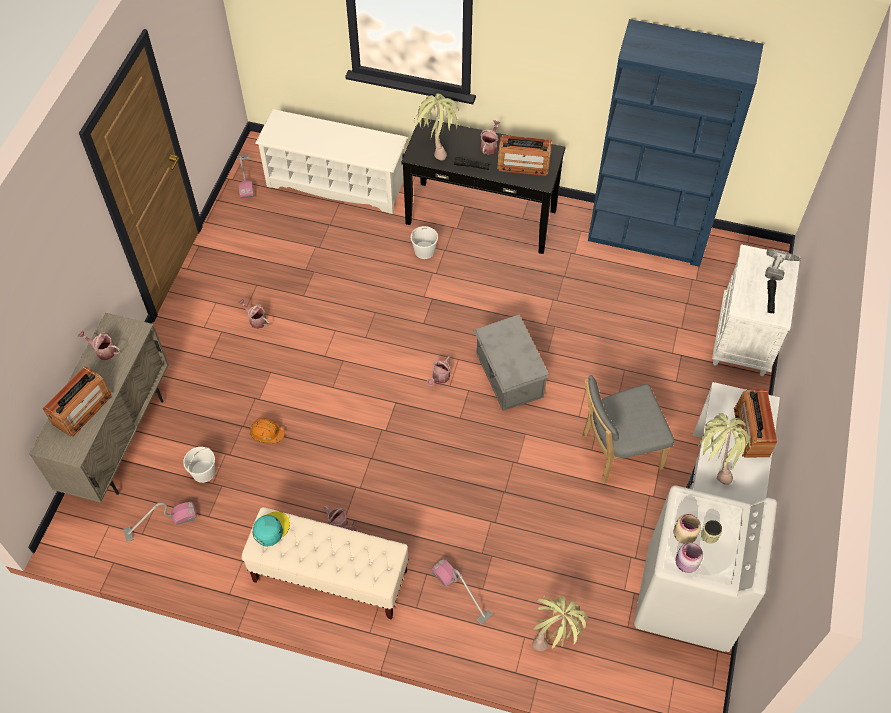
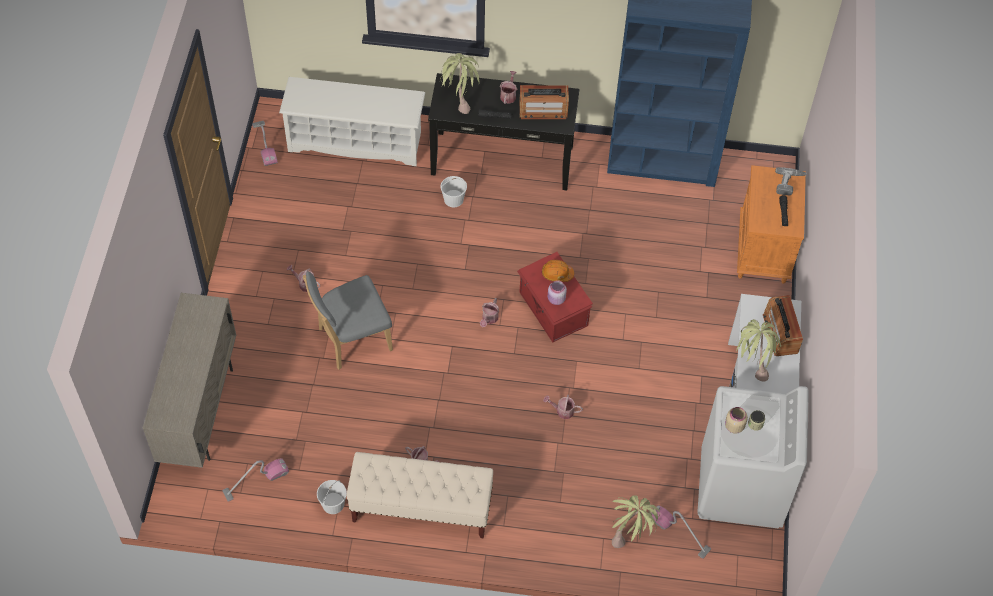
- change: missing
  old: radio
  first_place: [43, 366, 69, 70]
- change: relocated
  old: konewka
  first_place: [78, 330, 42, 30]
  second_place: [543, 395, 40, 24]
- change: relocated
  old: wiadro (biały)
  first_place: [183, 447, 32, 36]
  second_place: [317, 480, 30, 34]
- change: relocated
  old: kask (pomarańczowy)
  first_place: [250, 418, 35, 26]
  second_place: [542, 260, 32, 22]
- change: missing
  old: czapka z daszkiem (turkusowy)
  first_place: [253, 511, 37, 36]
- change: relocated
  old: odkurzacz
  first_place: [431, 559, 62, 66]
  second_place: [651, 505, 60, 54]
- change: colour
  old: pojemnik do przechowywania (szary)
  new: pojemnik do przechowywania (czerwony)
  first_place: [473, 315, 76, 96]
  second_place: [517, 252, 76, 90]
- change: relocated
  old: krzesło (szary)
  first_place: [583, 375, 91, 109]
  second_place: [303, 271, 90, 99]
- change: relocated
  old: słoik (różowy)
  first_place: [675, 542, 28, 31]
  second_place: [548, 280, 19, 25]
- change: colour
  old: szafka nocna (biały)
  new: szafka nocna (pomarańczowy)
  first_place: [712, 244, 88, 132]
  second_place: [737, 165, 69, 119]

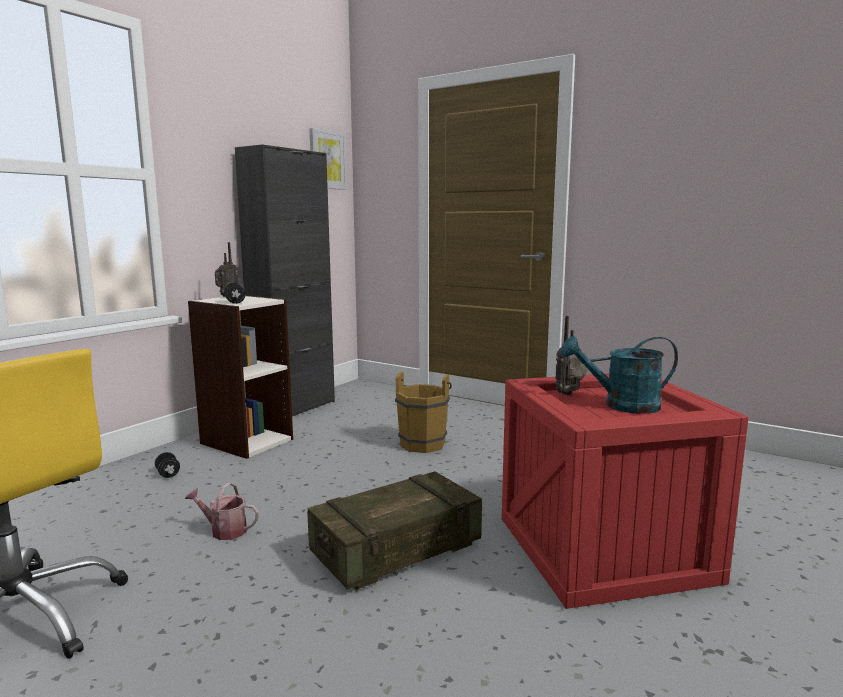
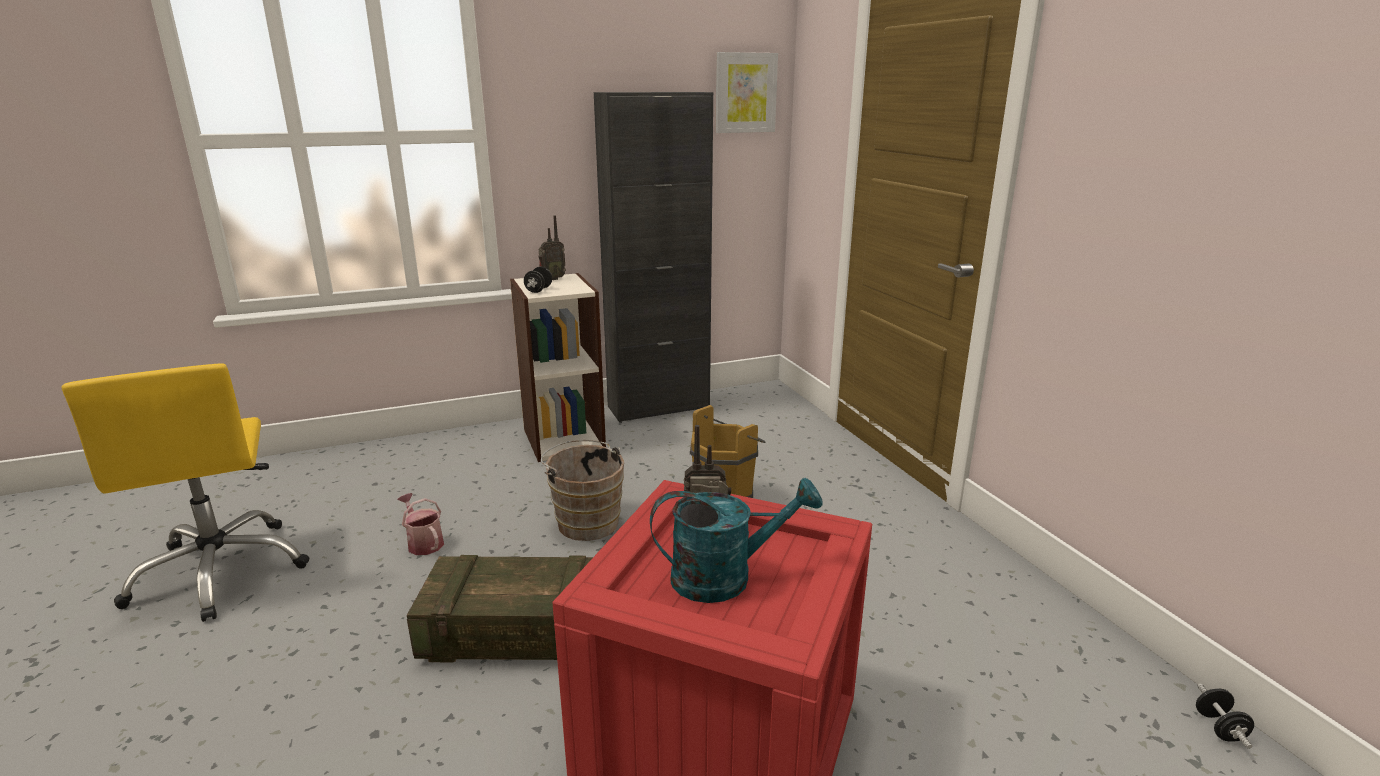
- change: relocated
  old: hantel (czarny)
  first_place: [155, 452, 25, 26]
  second_place: [1196, 684, 58, 65]
- change: spun
  old: konewka (turkusowy)
  first_place: [561, 336, 117, 78]
  second_place: [650, 478, 173, 125]
  degrees: 135
- change: appeared
  new: wiadro (brązowy)
  second_place: [541, 440, 83, 101]

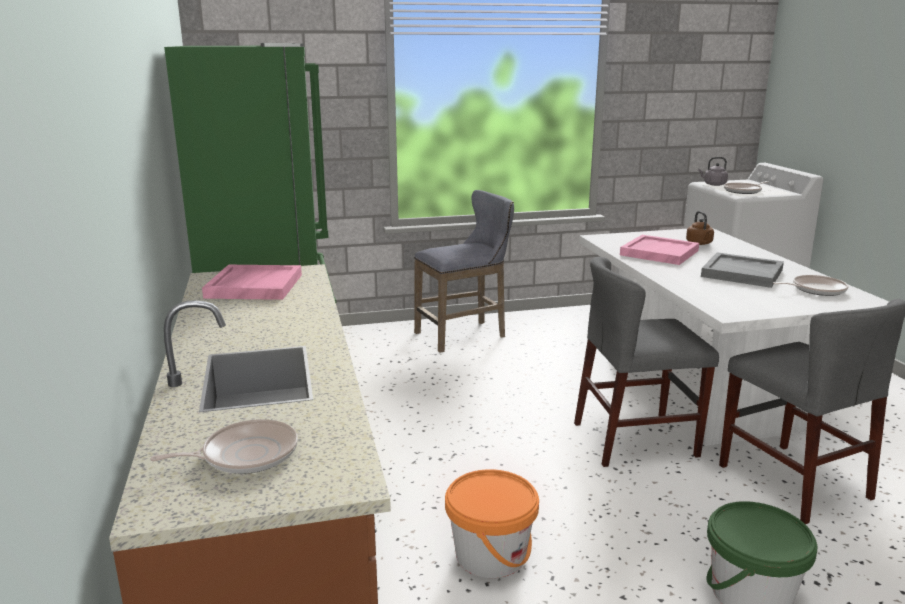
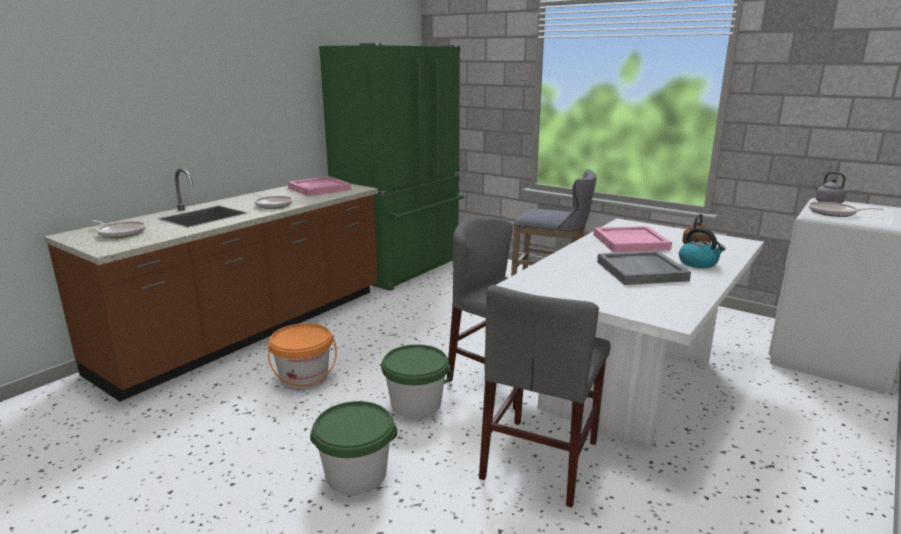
- change: relocated
  old: patelnia
  first_place: [773, 275, 75, 21]
  second_place: [253, 193, 40, 16]
- change: appeared
  new: wiadro (zielony)
  second_place: [381, 344, 71, 74]
- change: appeared
  new: czajnik
  second_place: [679, 228, 47, 40]

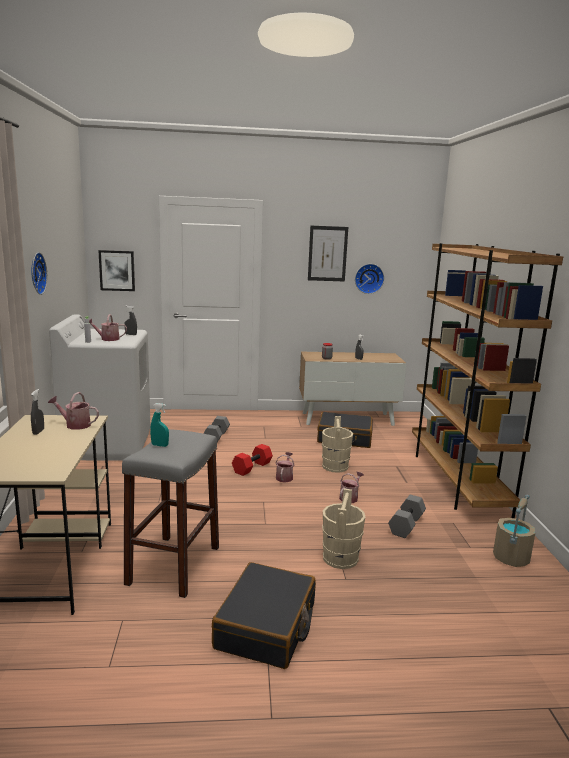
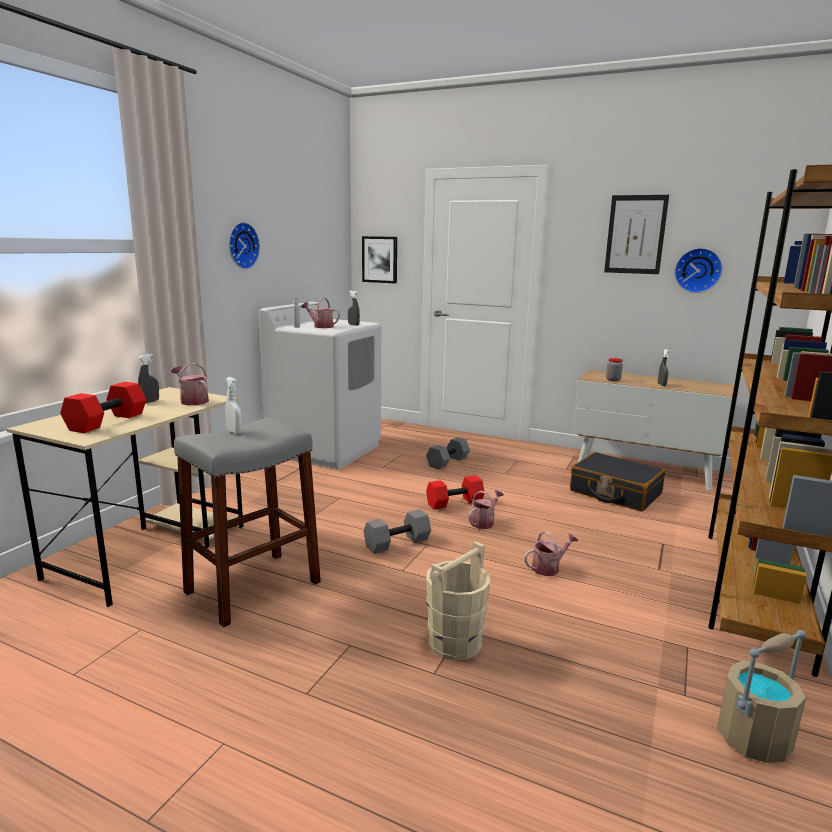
- change: colour
  old: spryskiwacz (turkusowy)
  new: spryskiwacz (biały)
  first_place: [150, 403, 19, 44]
  second_place: [225, 377, 17, 57]
- change: missing
  old: walizka (czarny)
  first_place: [212, 562, 104, 107]
- change: missing
  old: wiadro (beżowy)
  first_place: [322, 416, 31, 57]
- change: relocated
  old: hantel (szary)
  first_place: [388, 495, 38, 43]
  second_place: [364, 509, 67, 45]
- change: appeared
  new: hantel (czerwony)
  second_place: [60, 382, 86, 51]

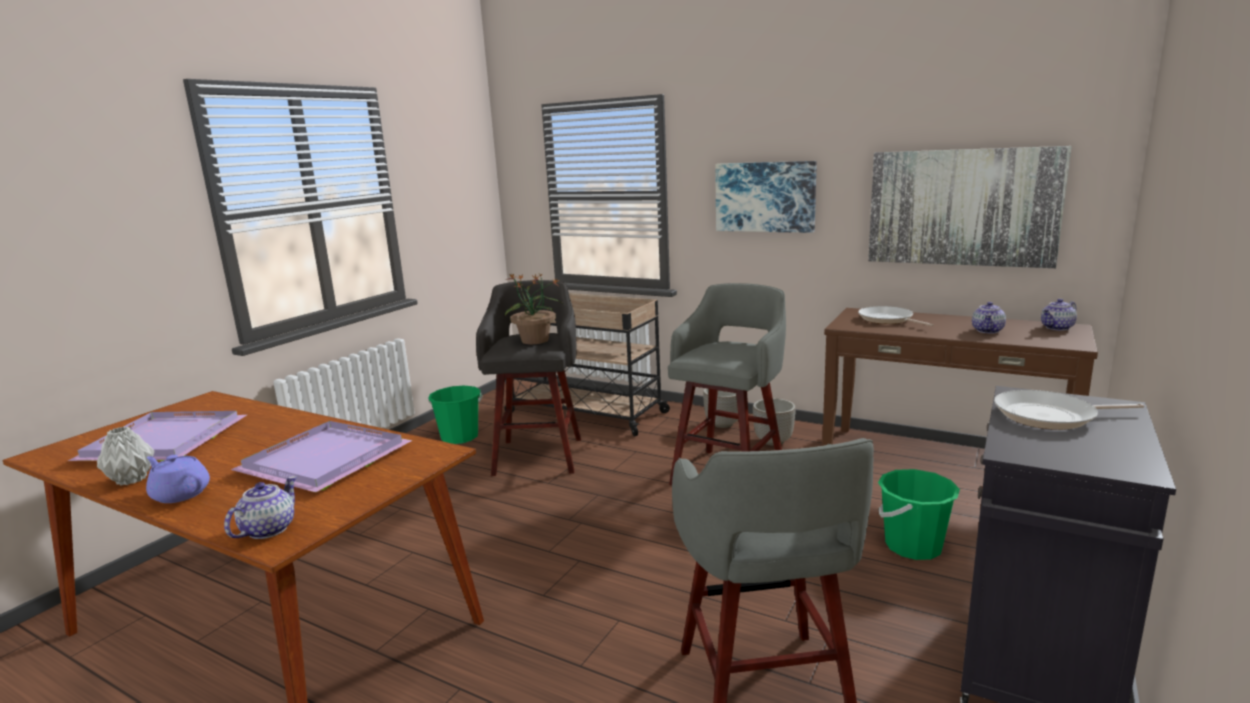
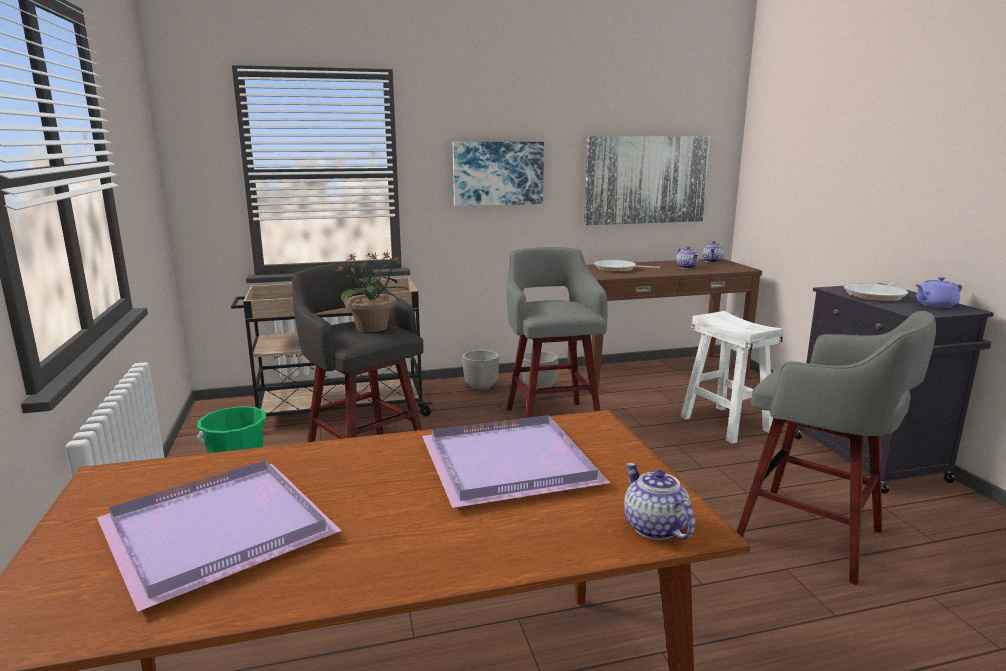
- change: missing
  old: wazon (szary)
  first_place: [97, 427, 58, 58]
- change: relocated
  old: imbryk (fioletowy)
  first_place: [146, 455, 64, 48]
  second_place: [916, 277, 46, 31]
- change: exchanged
  old: wiadro (zielony)
  new: stołek (biały)
  first_place: [878, 469, 82, 91]
  second_place: [680, 311, 104, 133]

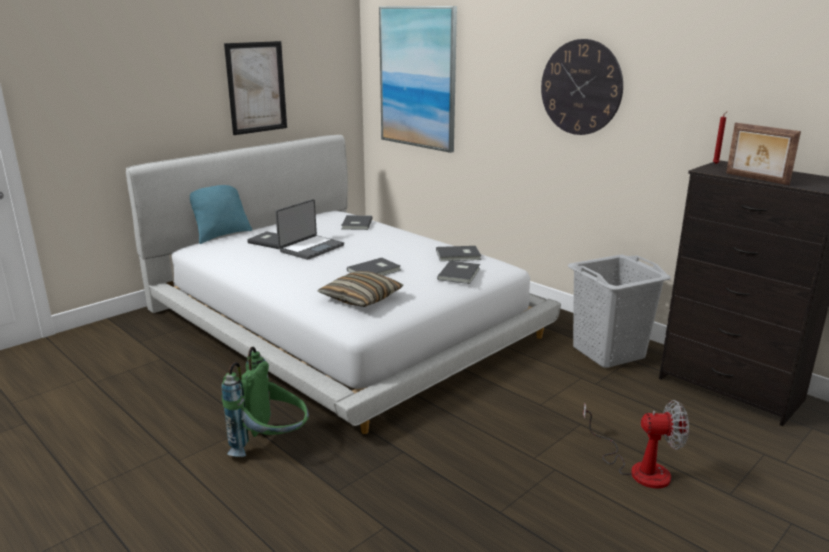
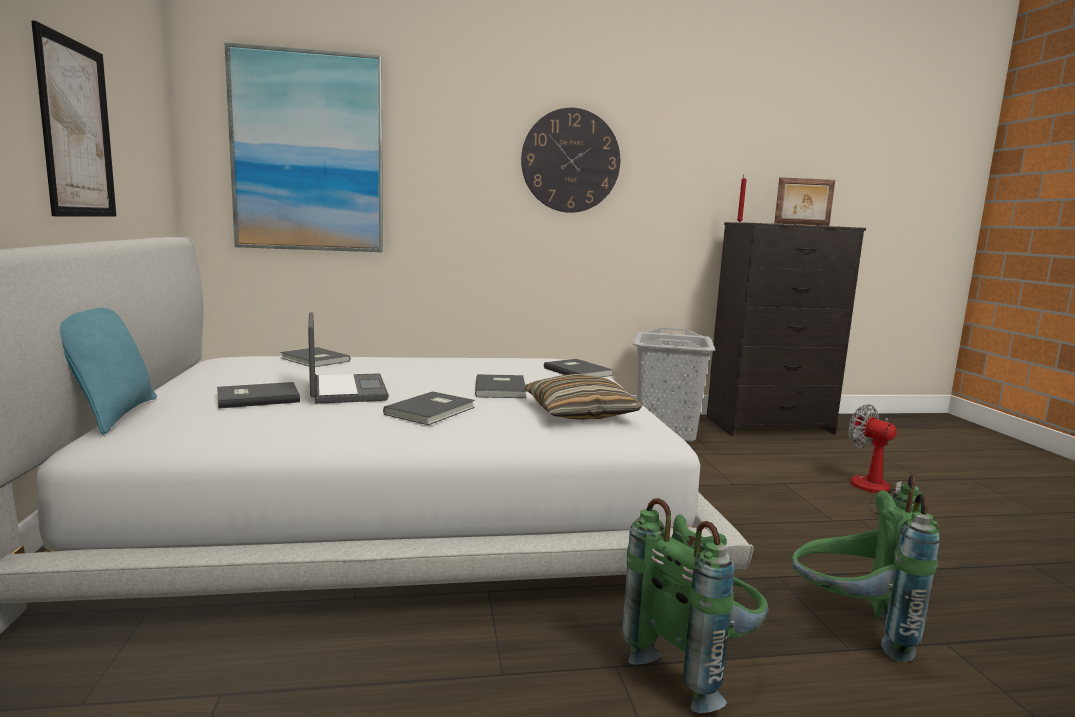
- change: relocated
  old: książka (szary)
  first_place: [436, 246, 45, 15]
  second_place: [383, 391, 92, 34]
- change: spun
  old: wentylator
  first_place: [583, 400, 106, 89]
  second_place: [849, 404, 53, 110]
  degrees: -75
- change: appeared
  new: plecak (zielony)
  second_place: [791, 475, 149, 187]

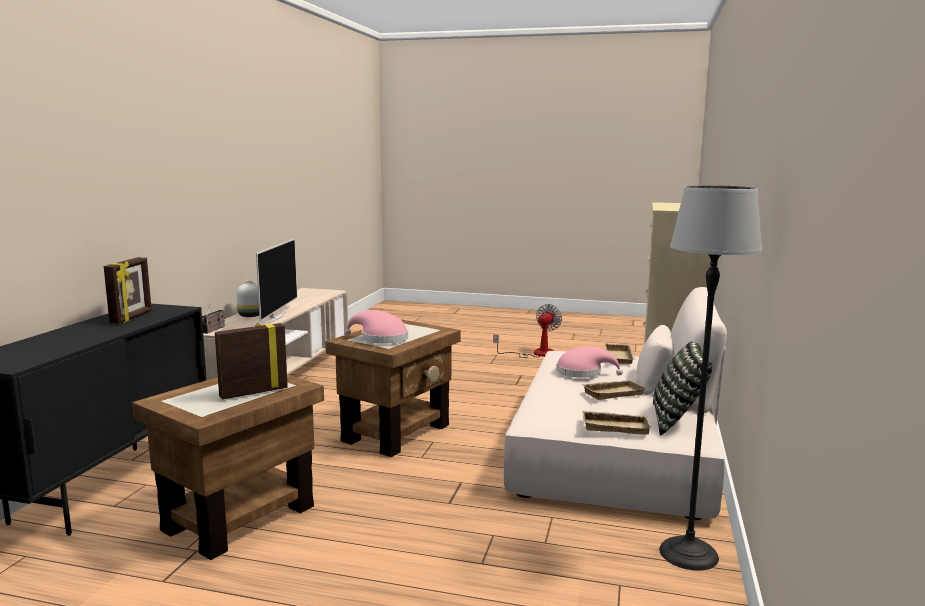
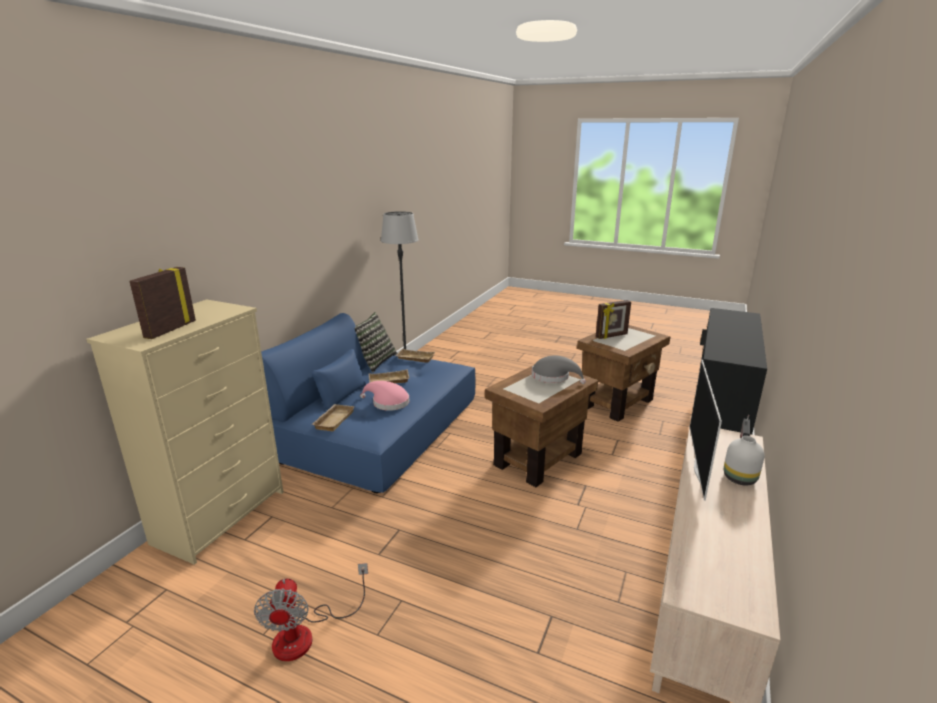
- change: relocated
  old: ramka na zdjęcie
  first_place: [104, 257, 48, 67]
  second_place: [129, 267, 67, 72]
- change: colour
  old: kapelusz (różowy)
  new: kapelusz (szary)
  first_place: [344, 310, 64, 34]
  second_place: [532, 355, 54, 29]
- change: spun
  old: wentylator
  first_place: [493, 304, 69, 54]
  second_place: [254, 563, 114, 98]
  degrees: -45
- change: colour
  old: kanapa (beżowy)
  new: kanapa (niebieski)
  first_place: [504, 287, 223, 233]
  second_place: [261, 313, 215, 180]

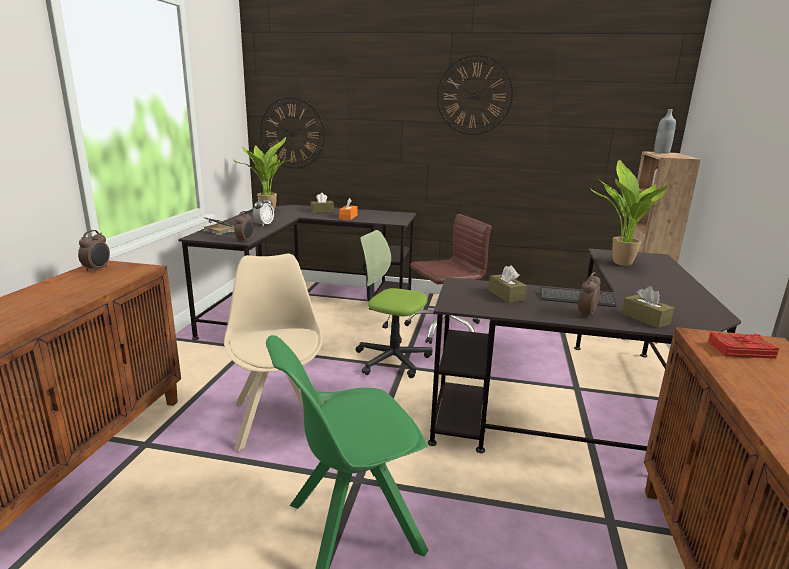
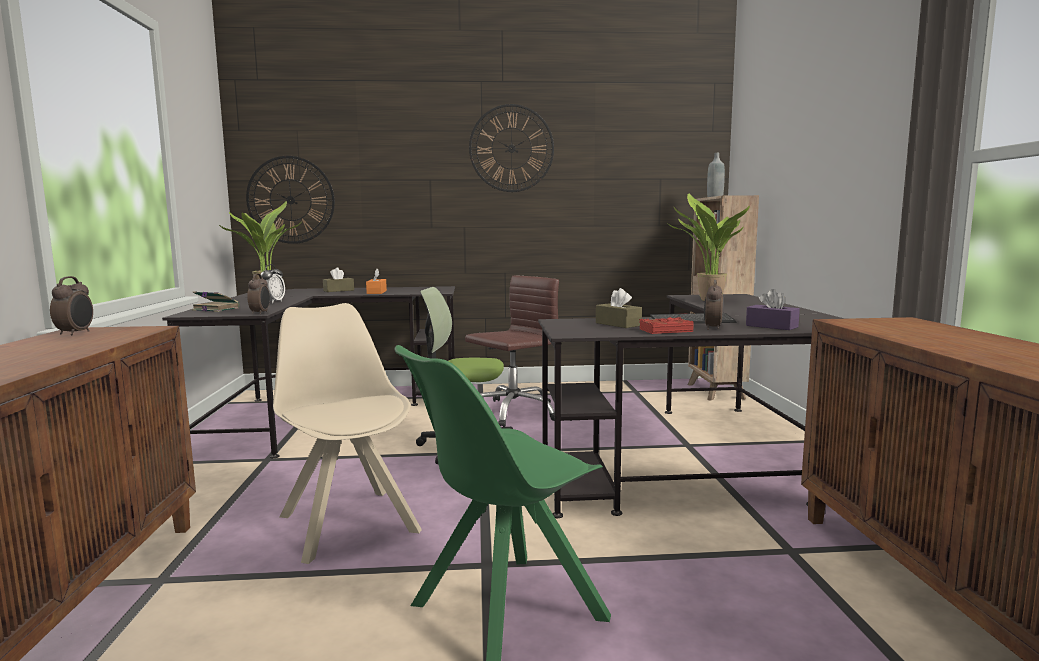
- change: colour
  old: pudełko chusteczek (brązowy)
  new: pudełko chusteczek (fioletowy)
  first_place: [621, 286, 53, 42]
  second_place: [746, 289, 54, 41]
- change: relocated
  old: książka (czerwony)
  first_place: [708, 332, 71, 27]
  second_place: [639, 317, 55, 17]

